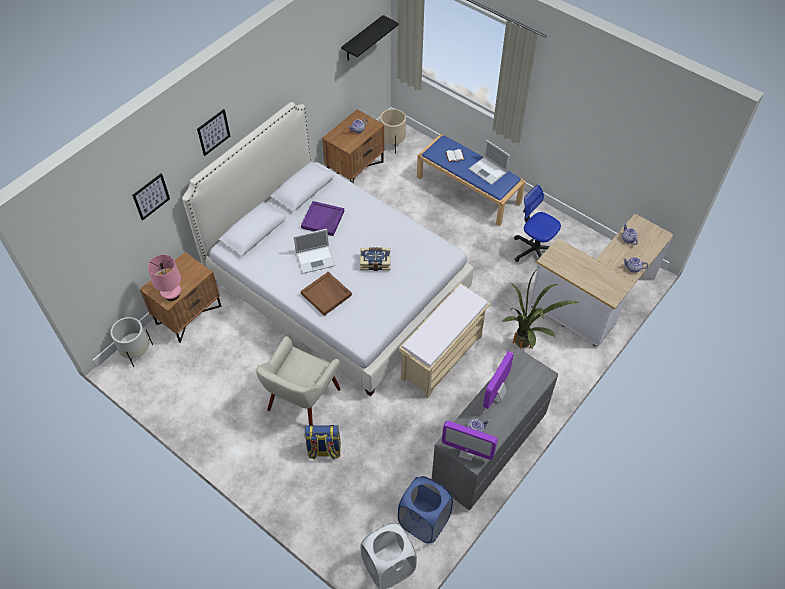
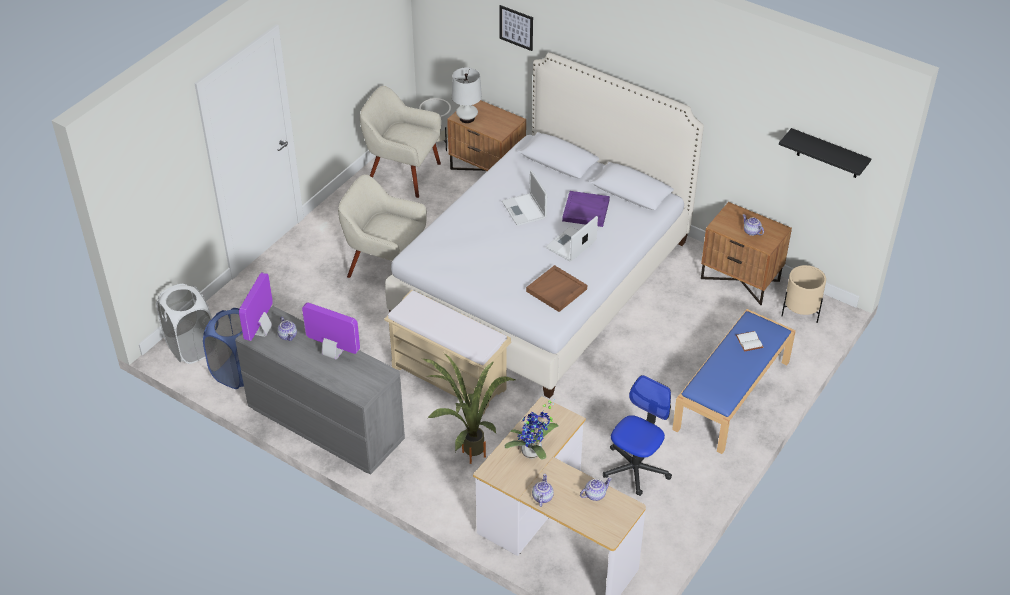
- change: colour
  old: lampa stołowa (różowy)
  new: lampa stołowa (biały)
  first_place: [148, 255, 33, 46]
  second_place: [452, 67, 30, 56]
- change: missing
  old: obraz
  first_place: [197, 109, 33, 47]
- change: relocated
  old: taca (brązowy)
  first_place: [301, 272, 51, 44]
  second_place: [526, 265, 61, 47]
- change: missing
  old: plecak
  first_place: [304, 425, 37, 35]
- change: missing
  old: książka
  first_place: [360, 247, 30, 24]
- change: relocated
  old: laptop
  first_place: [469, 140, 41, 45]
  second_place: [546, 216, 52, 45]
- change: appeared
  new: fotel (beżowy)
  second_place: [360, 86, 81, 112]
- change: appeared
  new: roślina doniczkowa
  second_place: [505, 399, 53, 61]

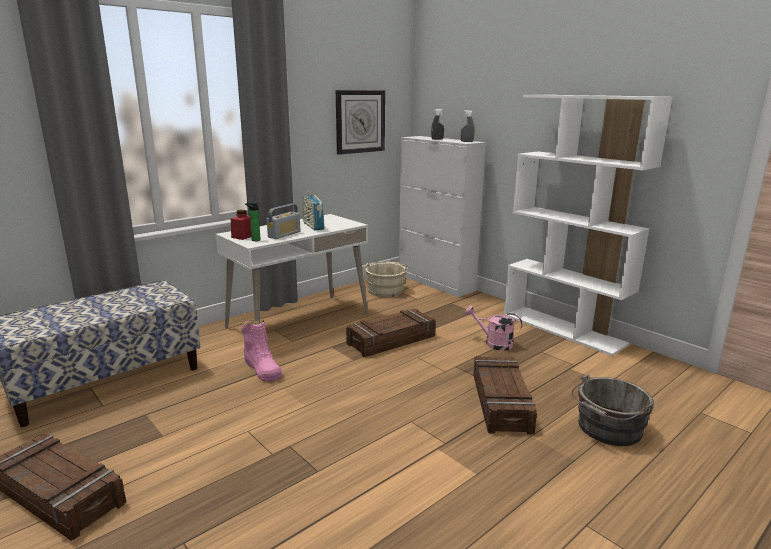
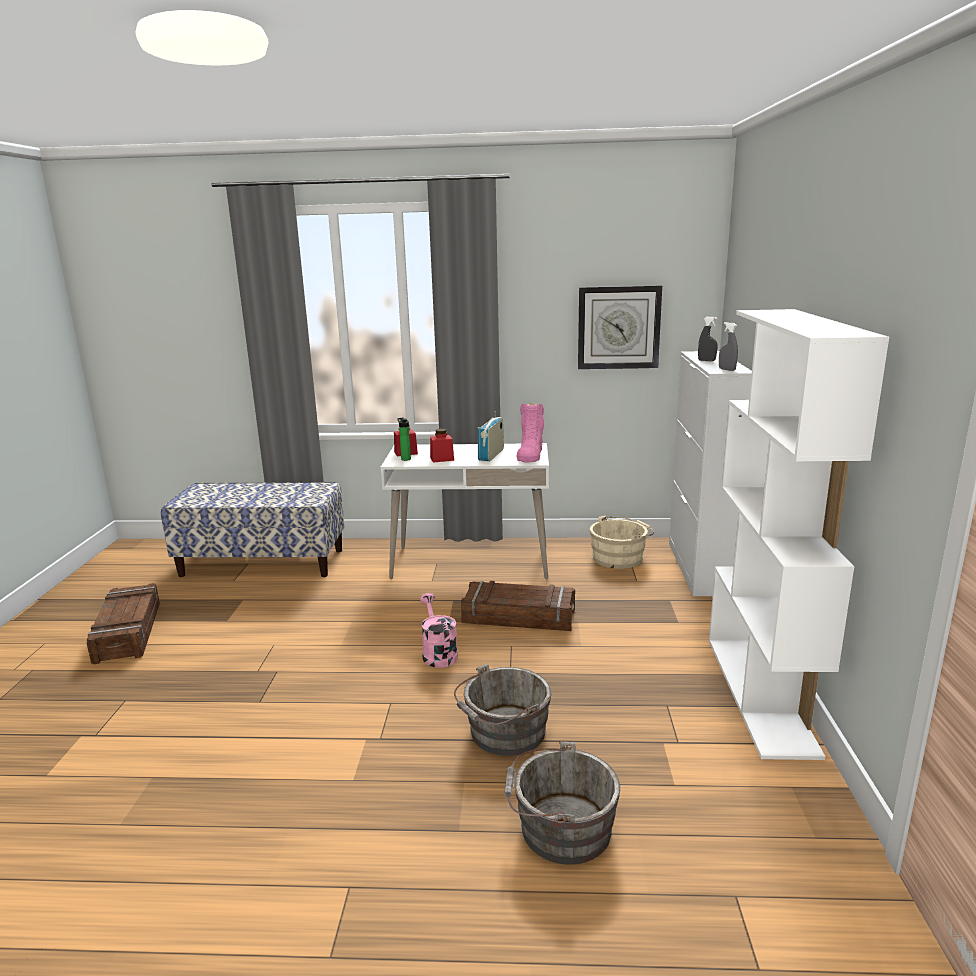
- change: relocated
  old: but z cholewką (różowy)
  first_place: [241, 320, 41, 62]
  second_place: [517, 403, 27, 60]
- change: exchanged
  old: radio
  new: słoik (czerwony)
  first_place: [267, 204, 34, 35]
  second_place: [430, 429, 24, 34]
- change: relocated
  old: konewka (różowy)
  first_place: [465, 305, 57, 46]
  second_place: [420, 593, 38, 75]
- change: exchanged
  old: skrzynka
  new: wiadro (szary)
  first_place: [473, 356, 64, 79]
  second_place: [454, 664, 98, 92]

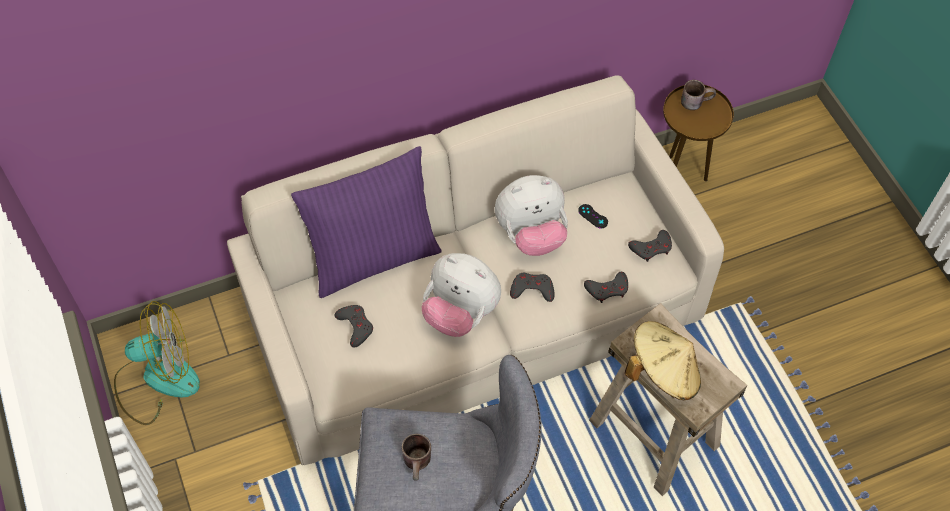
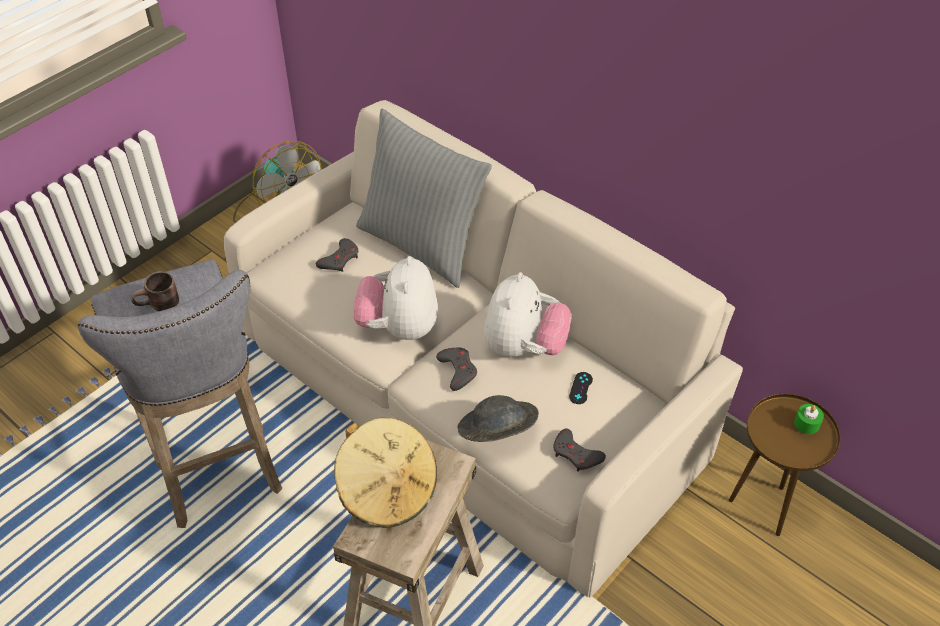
- change: colour
  old: poduszka (fioletowy)
  new: poduszka (szary)
  first_place: [291, 146, 151, 152]
  second_place: [356, 109, 136, 179]
- change: spun
  old: pluszak
  first_place: [495, 175, 73, 81]
  second_place: [484, 272, 88, 85]
  degrees: -120
- change: exchanged
  old: pad do gier (szary)
  new: kapelusz (szary)
  first_place: [584, 272, 44, 31]
  second_place: [457, 395, 82, 47]
- change: exchanged
  old: kubek (brązowy)
  new: świeca (zielony)
  first_place: [681, 80, 35, 30]
  second_place: [794, 404, 30, 30]

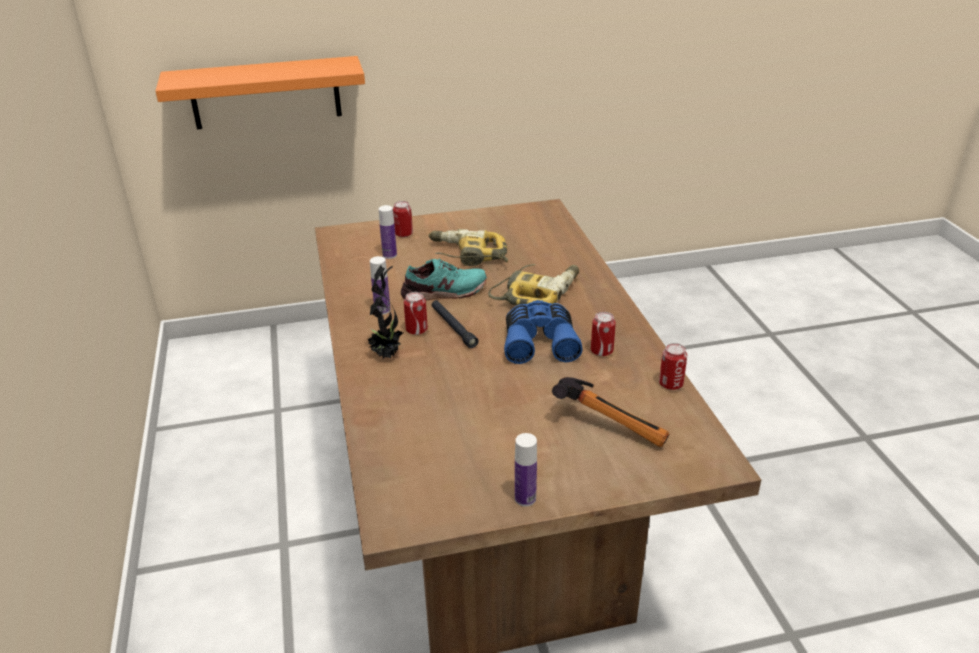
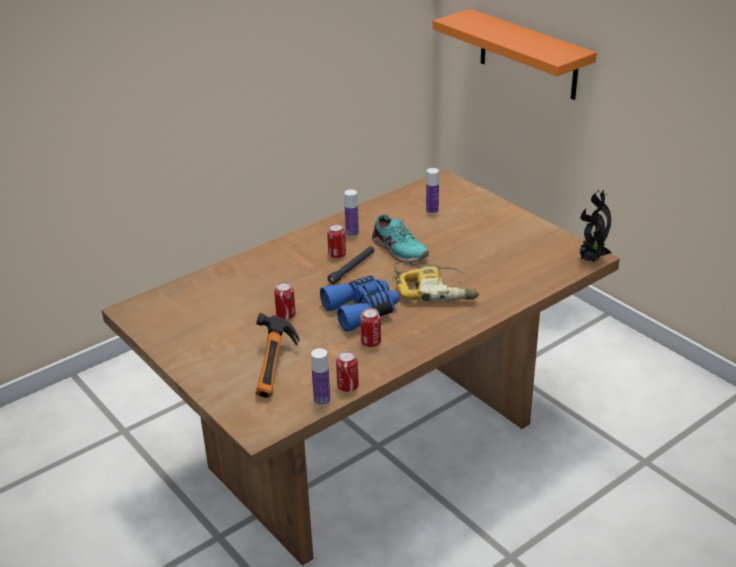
- change: relocated
  old: roślina doniczkowa
  first_place: [368, 265, 35, 94]
  second_place: [579, 189, 32, 73]
- change: relocated
  old: puszka
  first_place: [393, 201, 20, 36]
  second_place: [274, 282, 22, 38]
- change: missing
  old: wiertarka
  first_place: [428, 229, 80, 37]
- change: relocated
  old: butelka
  first_place: [515, 433, 22, 74]
  second_place: [311, 348, 19, 58]

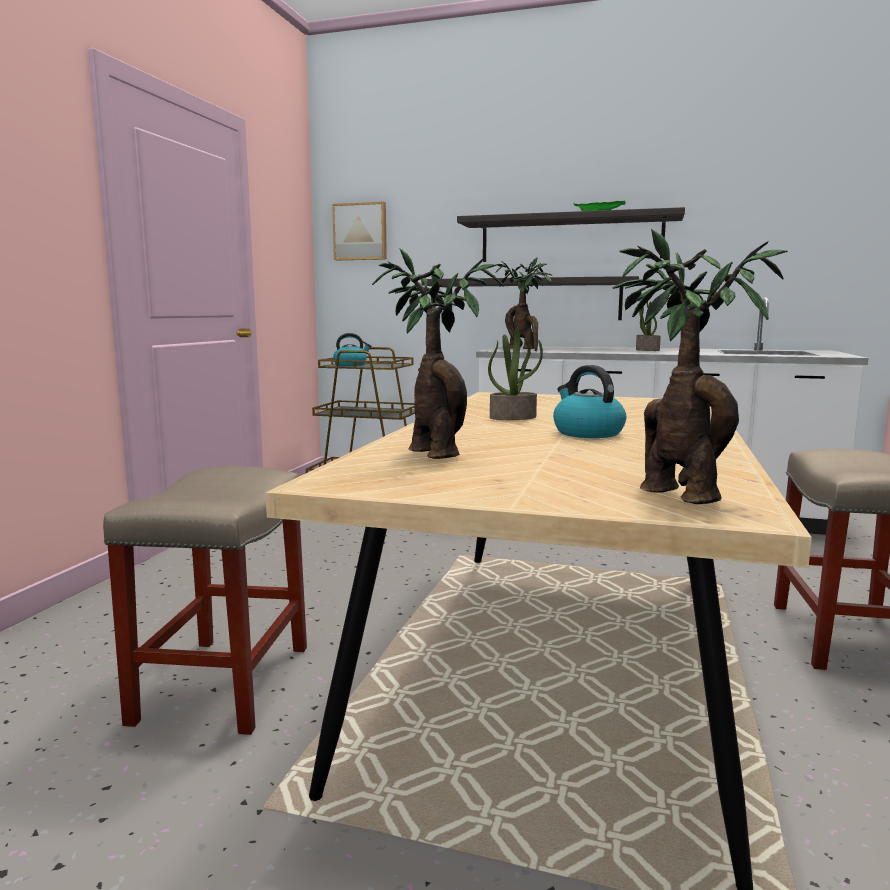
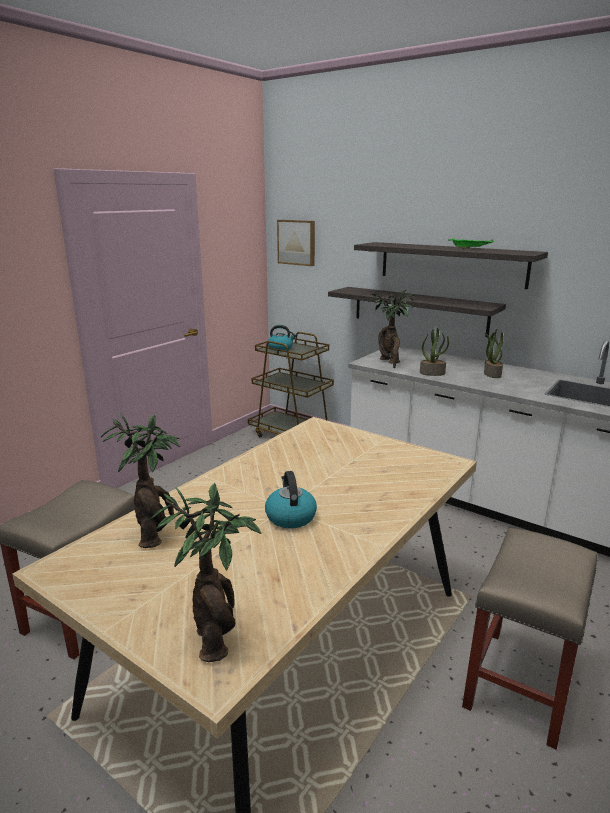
- change: relocated
  old: roślina doniczkowa
  first_place: [488, 328, 55, 92]
  second_place: [420, 328, 29, 48]

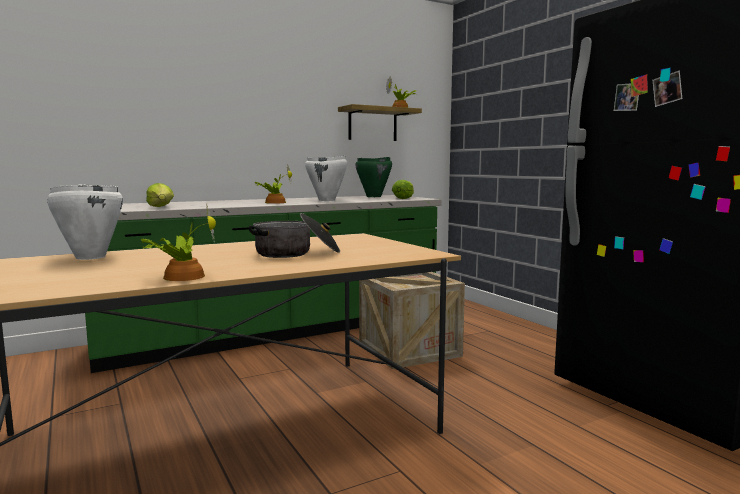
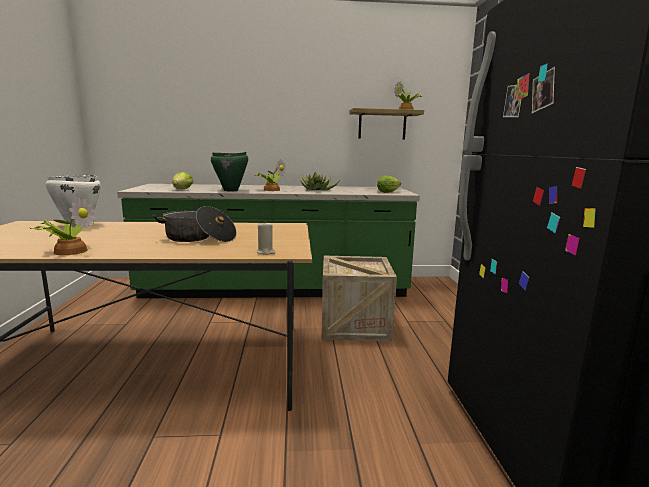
- change: exchanged
  old: garnek (biały)
  new: roślina doniczkowa
  first_place: [305, 156, 42, 45]
  second_place: [301, 172, 38, 18]
- change: relocated
  old: garnek (zielony)
  first_place: [355, 157, 37, 40]
  second_place: [211, 152, 37, 40]
- change: appeared
  new: świeca (beżowy)
  second_place: [257, 221, 18, 34]

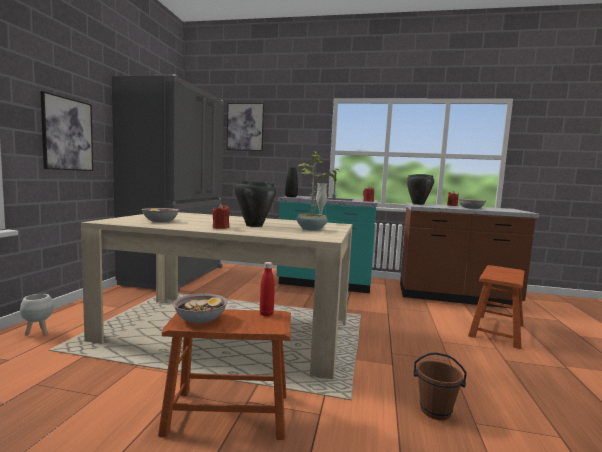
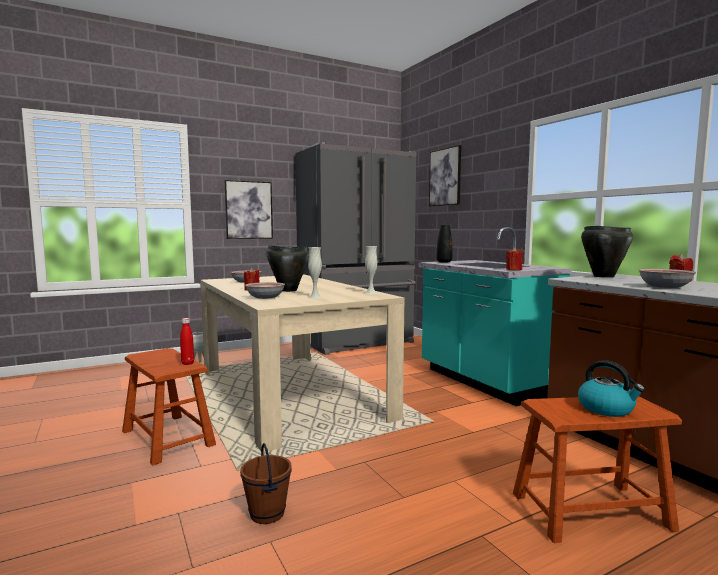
- change: relocated
  old: miska
  first_place: [173, 294, 55, 30]
  second_place: [245, 282, 40, 17]
- change: exchanged
  old: roślina doniczkowa
  new: wazon (biały)
  first_place: [297, 152, 44, 79]
  second_place: [308, 247, 14, 52]
- change: appeared
  new: czajnik
  second_place: [578, 360, 67, 57]

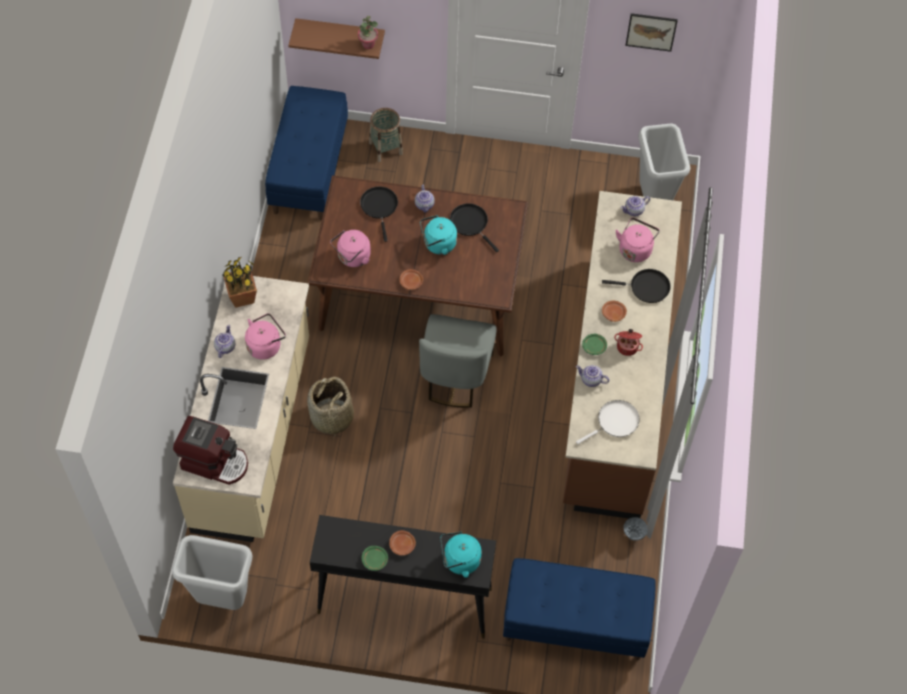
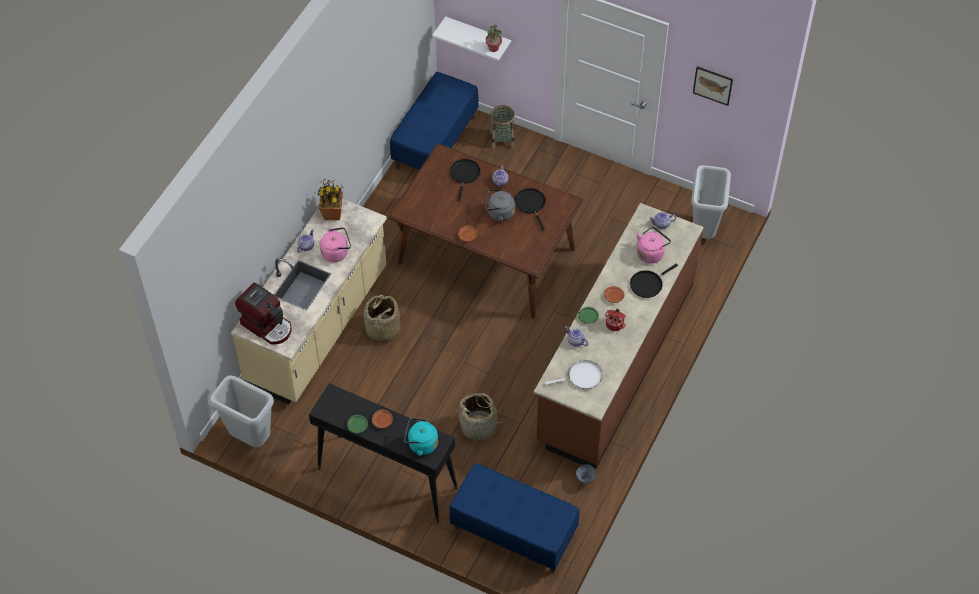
- change: colour
  old: półka (brązowy)
  new: półka (biały)
  first_place: [288, 18, 97, 41]
  second_place: [432, 16, 79, 45]
- change: missing
  old: czajnik (różowy)
  first_place: [330, 230, 41, 37]
- change: missing
  old: krzesło (szary)
  first_place: [419, 314, 78, 93]
- change: colour
  old: czajnik (turkusowy)
  new: czajnik (szary)
  first_place: [420, 215, 37, 40]
  second_place: [486, 189, 29, 33]
- change: spun
  old: patelnia (czarny)
  first_place: [602, 269, 69, 34]
  second_place: [630, 264, 48, 34]
  degrees: 120
- change: appeared
  new: koszyk
  second_place: [458, 393, 45, 48]

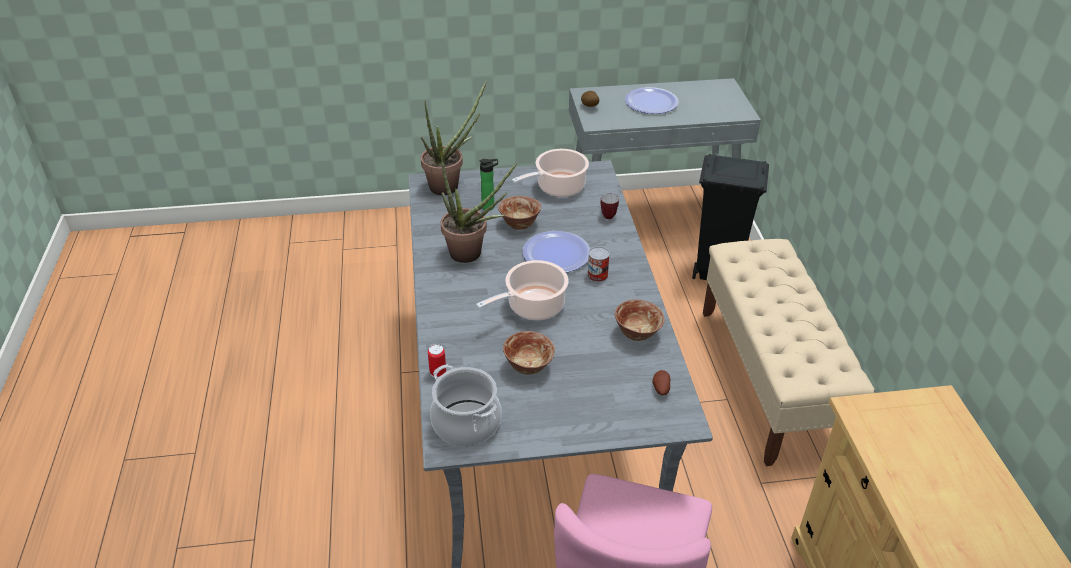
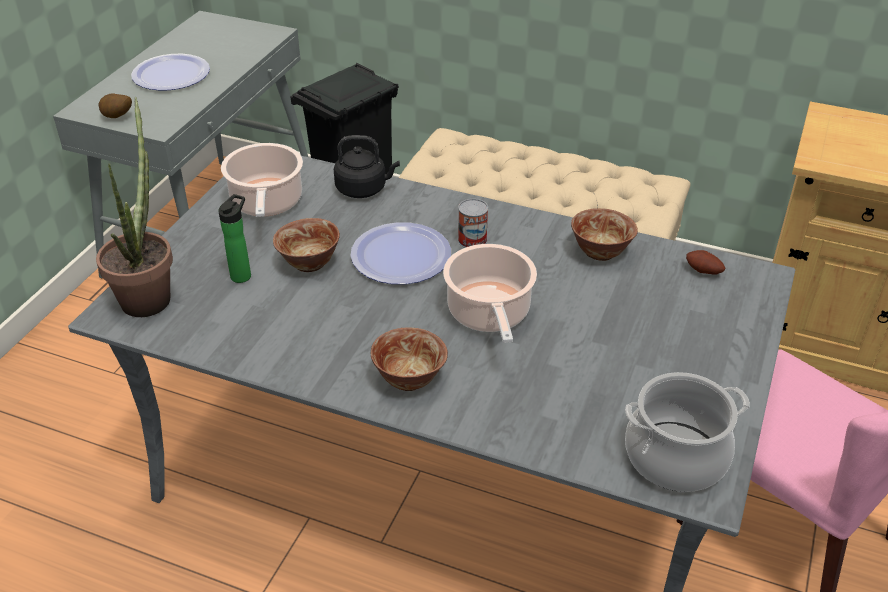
- change: missing
  old: puszka
  first_place: [428, 344, 18, 34]
- change: missing
  old: roślina doniczkowa
  first_place: [440, 156, 77, 107]
- change: relocated
  old: miska
  first_place: [503, 331, 52, 43]
  second_place: [371, 327, 77, 64]
- change: exchanged
  old: kubek
  new: czajnik (czarny)
  first_place: [601, 193, 18, 26]
  second_place: [334, 135, 66, 63]

